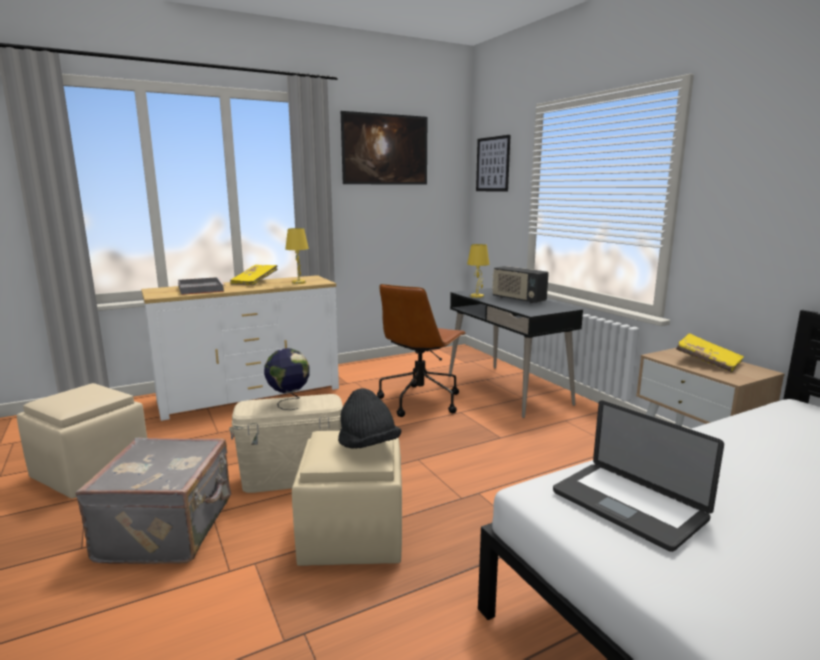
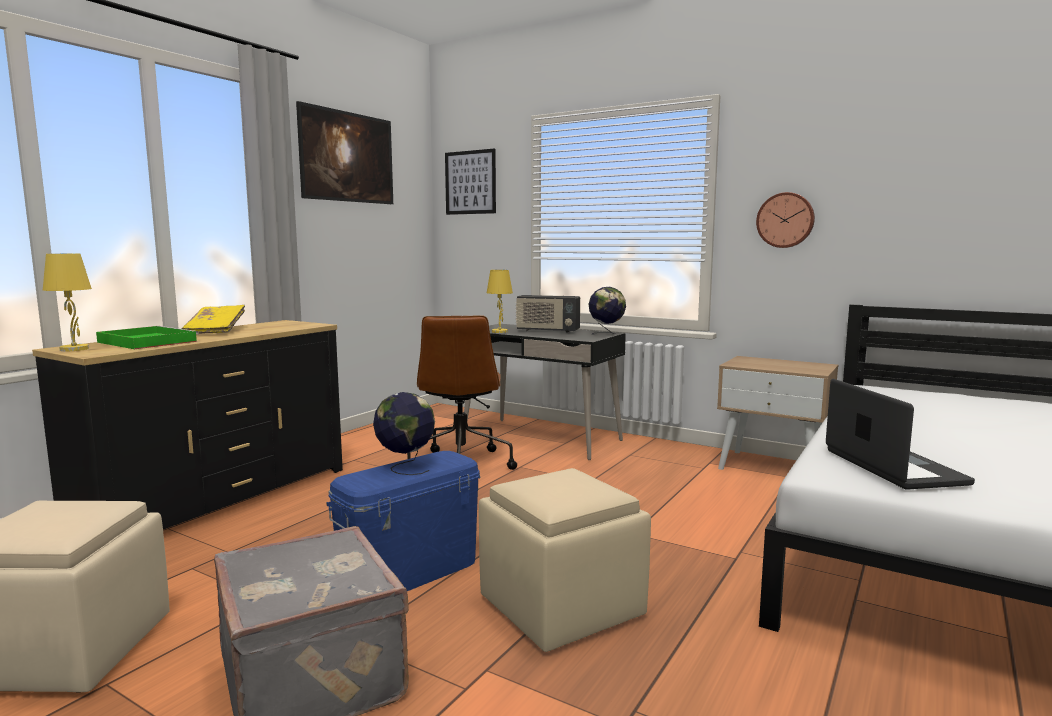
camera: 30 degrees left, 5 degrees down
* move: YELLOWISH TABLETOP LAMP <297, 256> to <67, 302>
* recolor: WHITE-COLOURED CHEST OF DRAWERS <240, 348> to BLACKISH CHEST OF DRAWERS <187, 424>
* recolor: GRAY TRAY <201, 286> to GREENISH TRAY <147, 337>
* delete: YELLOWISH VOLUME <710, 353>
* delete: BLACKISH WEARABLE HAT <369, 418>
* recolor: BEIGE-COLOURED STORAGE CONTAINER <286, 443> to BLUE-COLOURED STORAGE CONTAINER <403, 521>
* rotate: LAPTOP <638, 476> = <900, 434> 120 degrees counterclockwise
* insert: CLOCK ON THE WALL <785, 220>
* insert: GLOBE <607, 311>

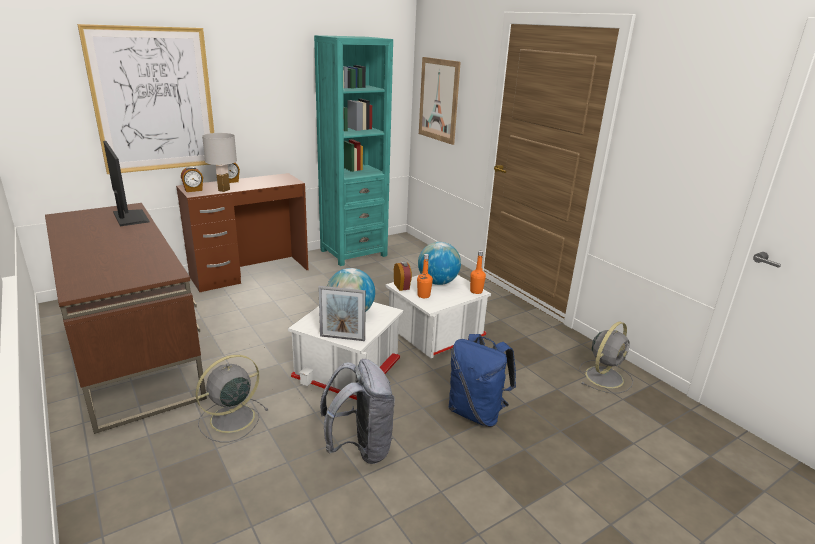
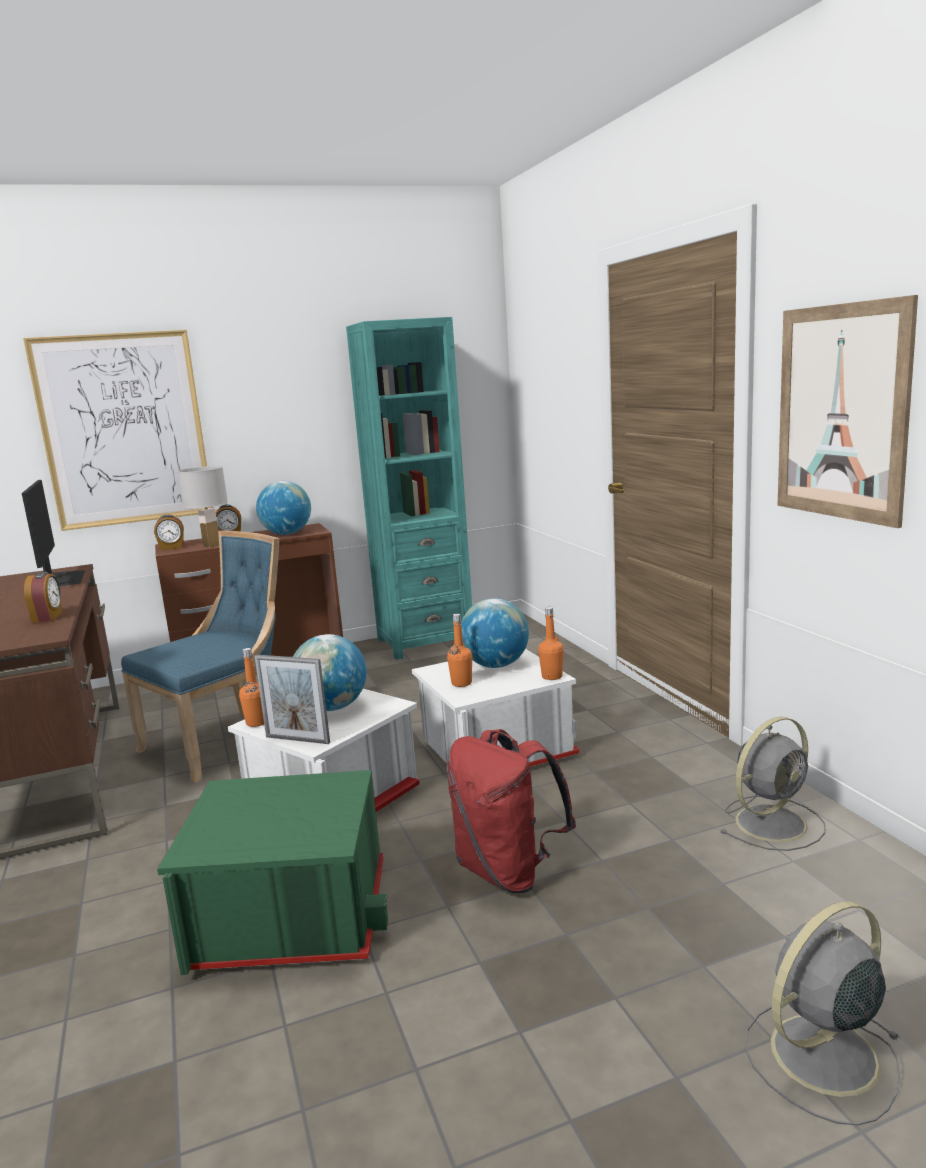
camera: 15 degrees right, 10 degrees down
* move: WALL PICTURE <440, 101> to <848, 411>
* move: TABLE CLOCK <403, 276> to <43, 597>
* recolor: BLUE-COLOURED KNAPSACK <482, 380> to REDDISH KNAPSACK <511, 811>
* move: GRAY FAN <232, 398> to <822, 1013>
* replace: GRAY KNAPSACK <357, 411> to GREENISH STORAGE CONTAINER <272, 872>
* insert: GLOBE <283, 508>
* insert: BLUE-COLOURED CHAIR <200, 657>
* insert: ORANGE BOTTLE <251, 687>

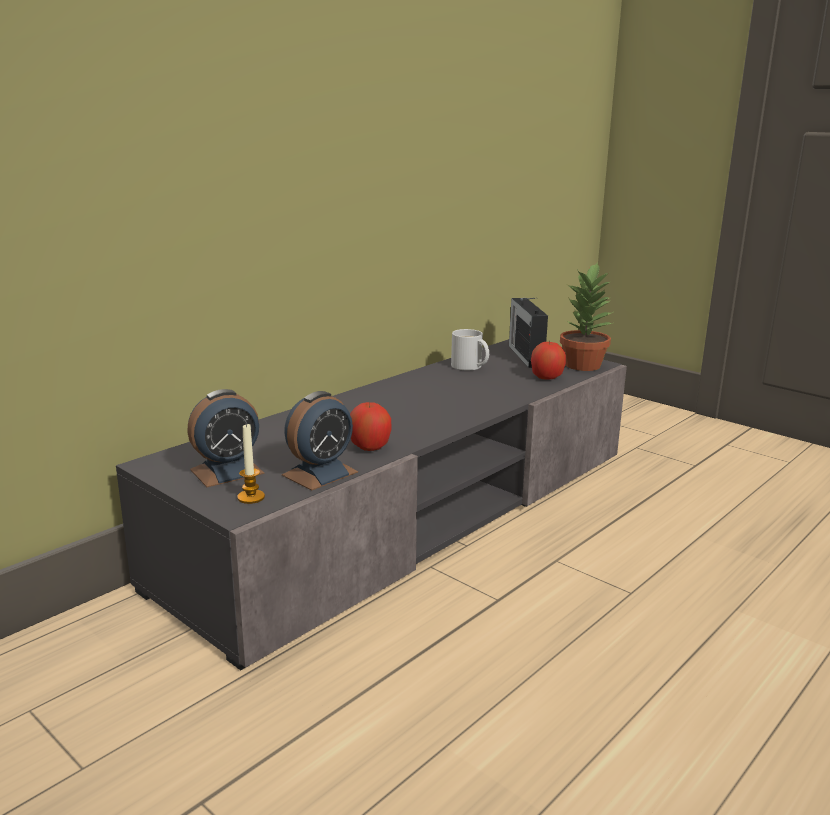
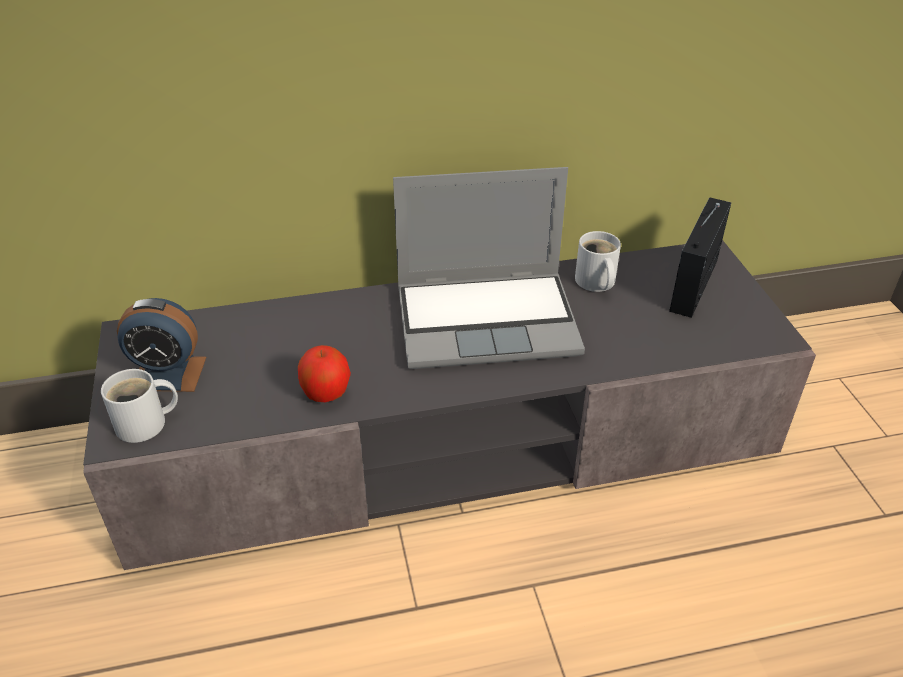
camera: 35 degrees right, 20 degrees up
* delete: PLANT IN A POT <586, 316>
* delete: APPLE FRUIT <548, 360>
* delete: TABLE CLOCK <320, 441>
* replace: CANDLE <251, 463> to WHITE-COLOURED MUG <139, 406>
* insert: LAPTOP <489, 268>

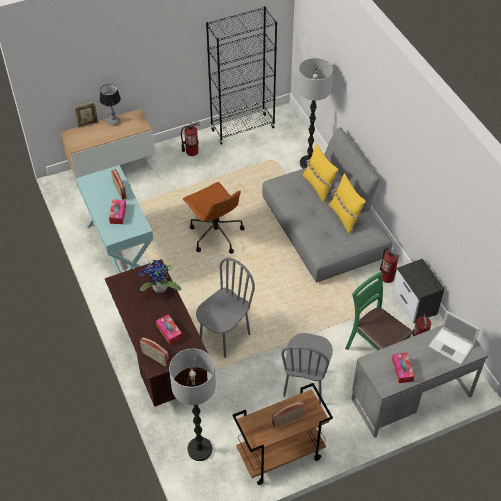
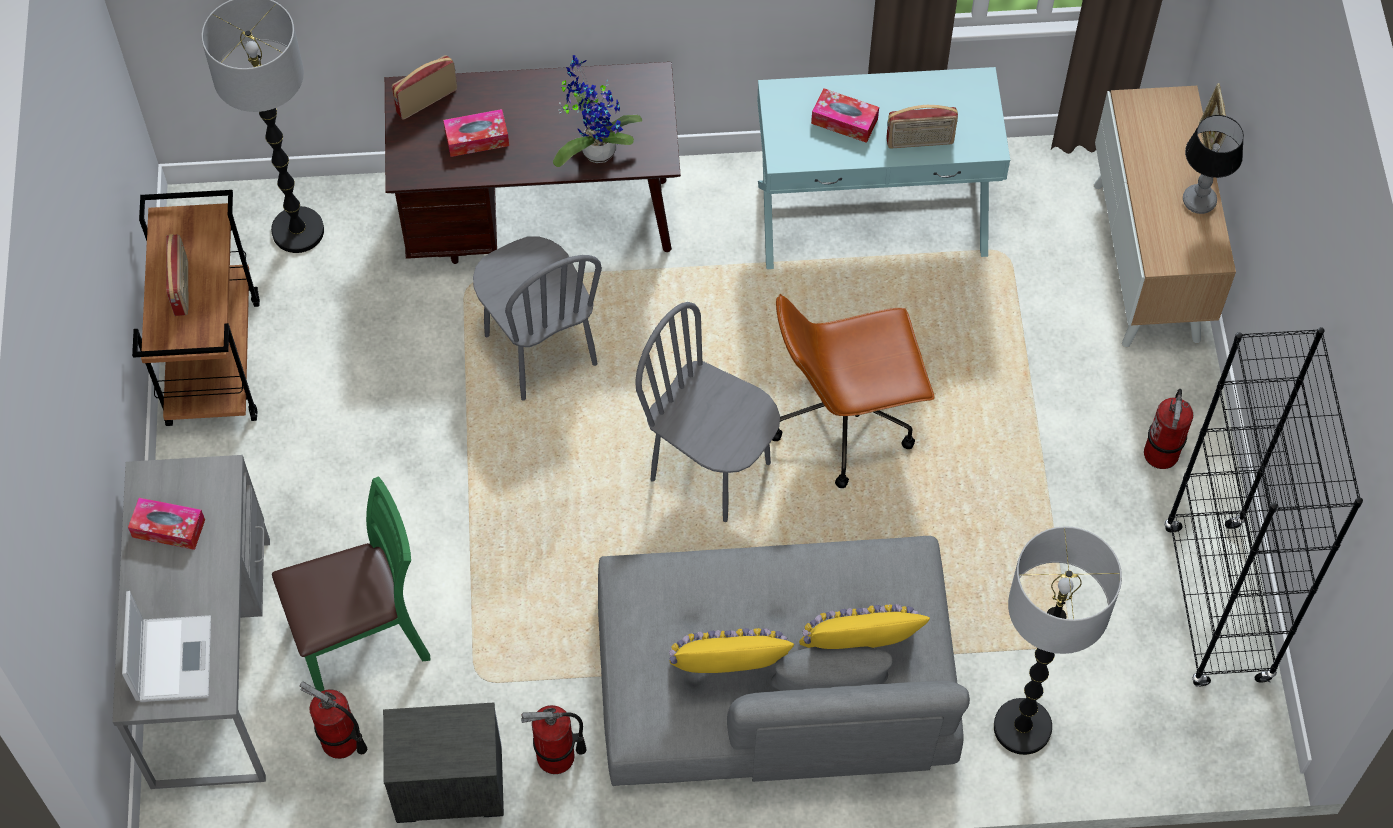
camera: 110 degrees right, 10 degrees up
* rotate: LAPTOP <454, 338> = <166, 646> 120 degrees clockwise
* move: GRAY CHAIR <307, 369> to <707, 412>

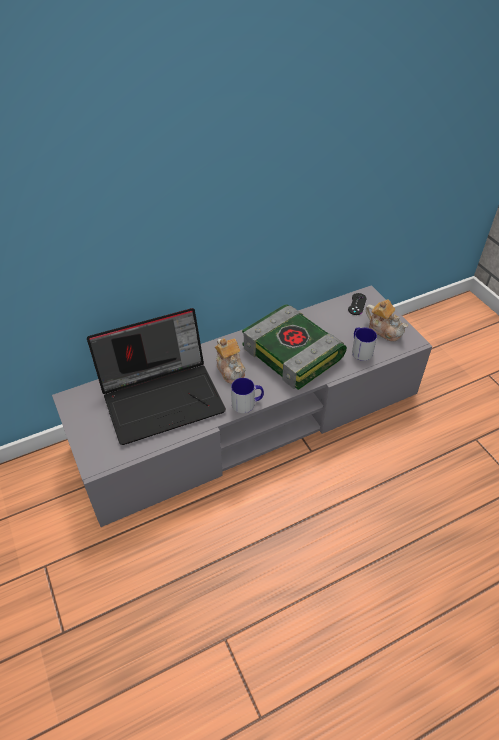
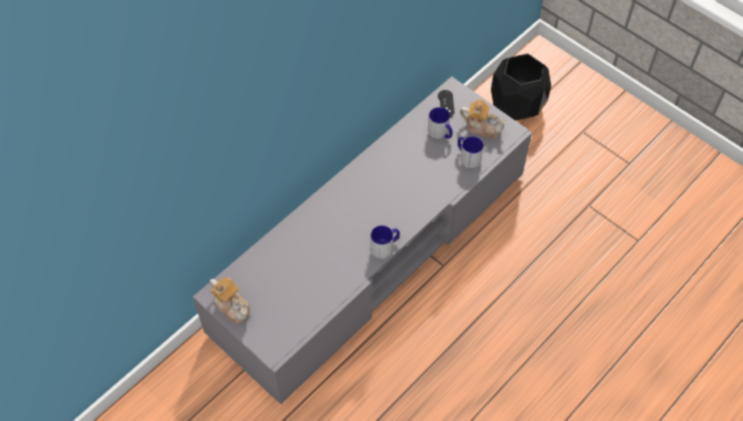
camera: 20 degrees left, 10 degrees up
* delete: VOLUME <294, 347>
* delete: LAPTOP <156, 376>
* move: TEA POT <230, 361> to <229, 300>
* insert: BLACKISH PLANTER <521, 87>
* insert: MUG <440, 123>

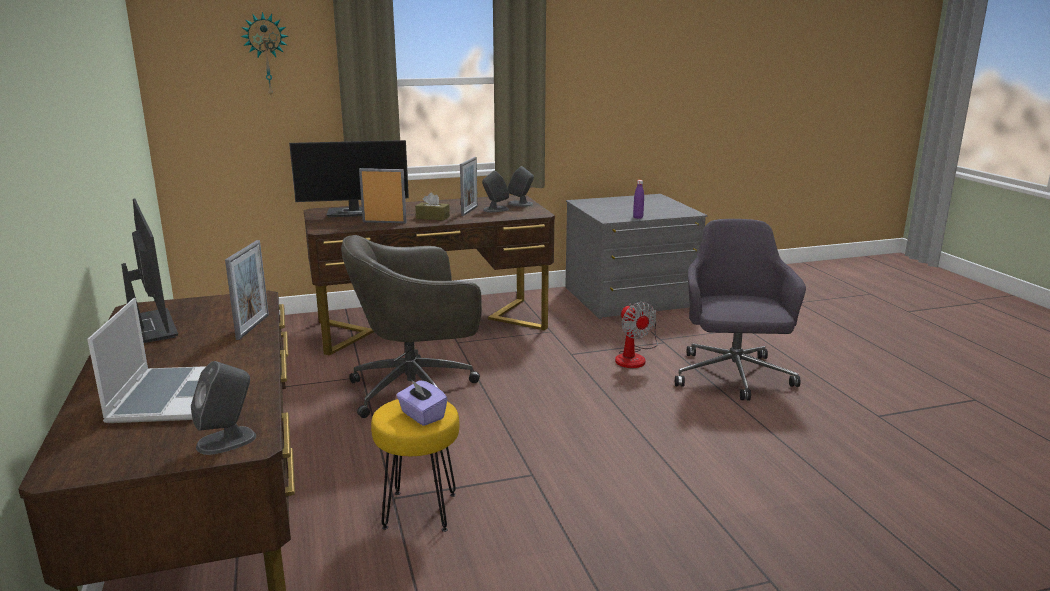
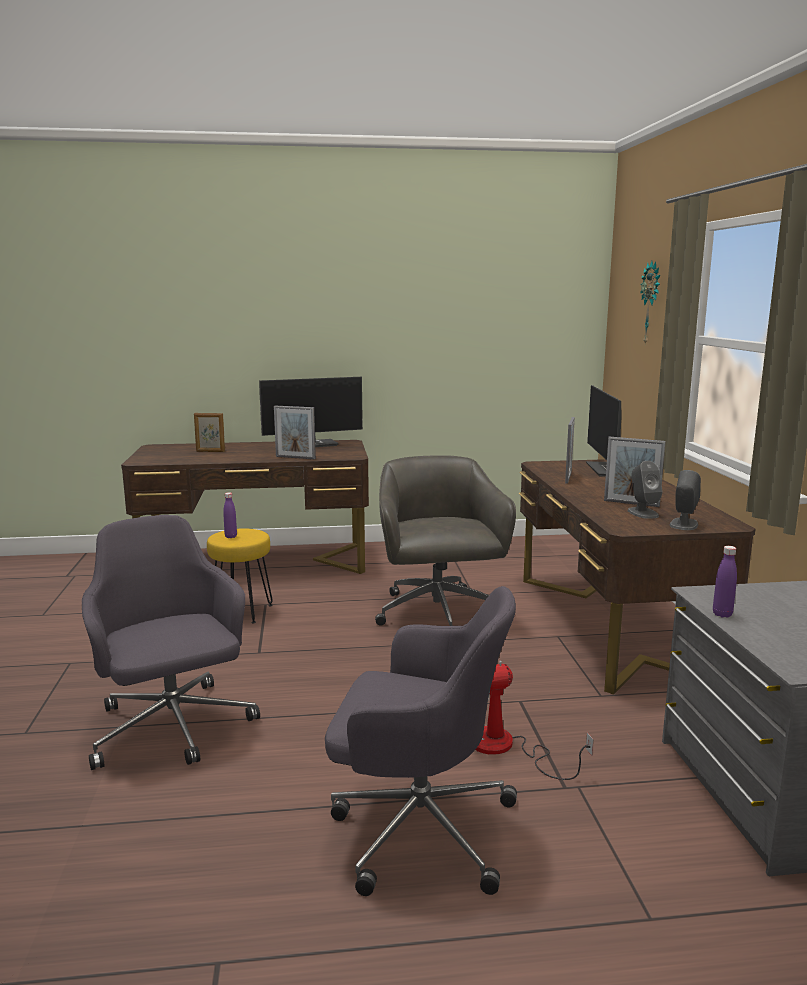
camera: 100 degrees right, 5 degrees down
* delete: BROWNISH TISSUE HOLDER <432, 206>
* replace: LAPTOP <146, 360> to PHOTO FRAME <209, 432>
* delete: GRAY LOUDSPEAKER <223, 408>
* replace: PURPLE-COLOURED TISSUE HOLDER <421, 402> to PURPLE-COLOURED BOTTLE <230, 515>
* insert: GRAY OFFICE CHAIR <171, 642>

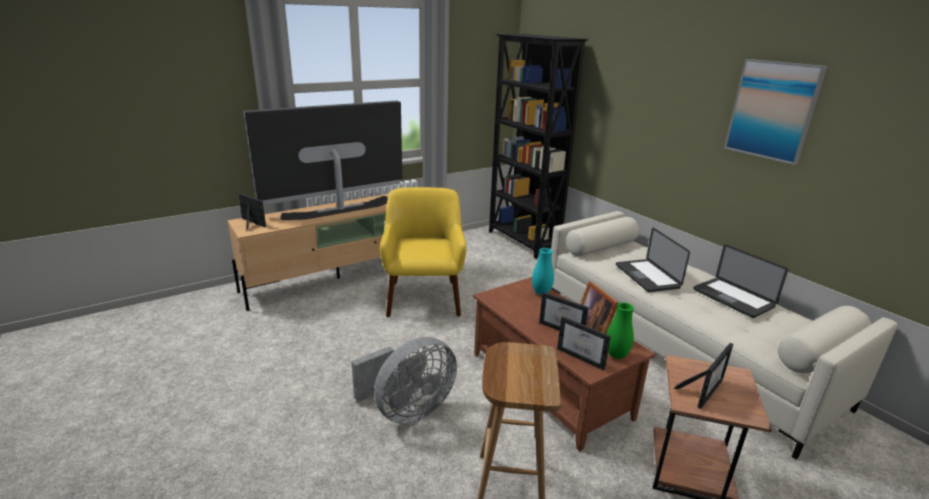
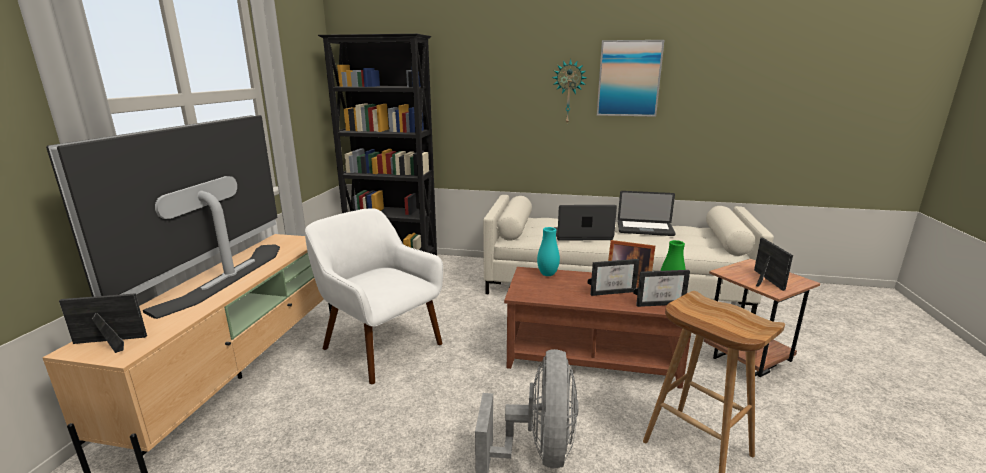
camera: 45 degrees left, 5 degrees down
* recolor: YELLOWISH LOUNGE CHAIR <423, 252> to WHITE-COLOURED LOUNGE CHAIR <374, 296>
* rotate: LAPTOP <653, 260> = <585, 222> 150 degrees clockwise
* insert: CLOCK ON THE WALL <569, 91>

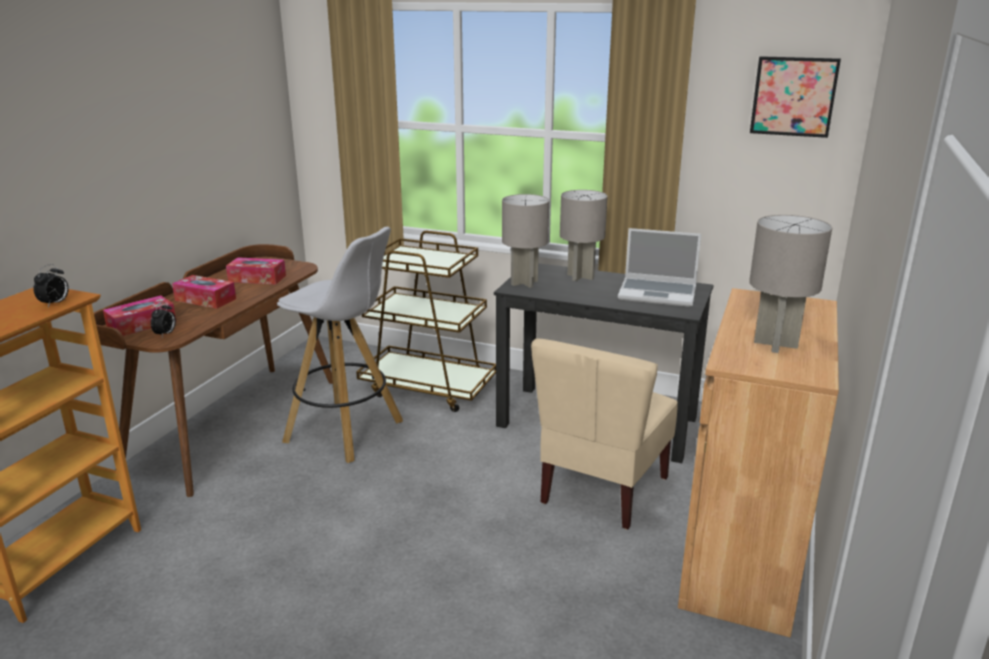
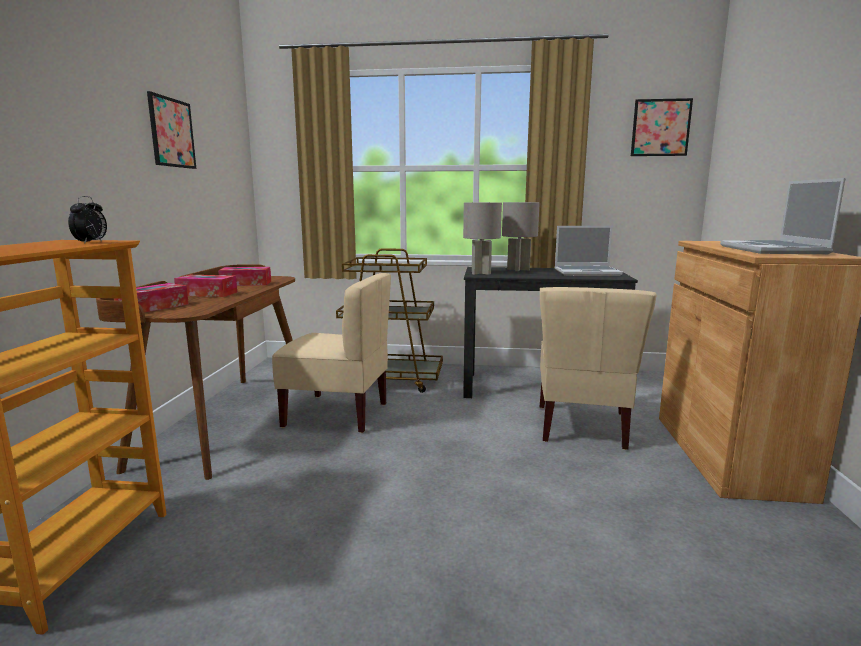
camera: 15 degrees left, 10 degrees down
* replace: GRAY TABLETOP LAMP <790, 284> to LAPTOP <783, 216>
* replace: WHITE-COLOURED STOOL SEAT <340, 345> to BEIGE-COLOURED CHAIR <331, 353>
* delete: TABLE CLOCK <163, 319>
* insert: WALL PICTURE <171, 130>

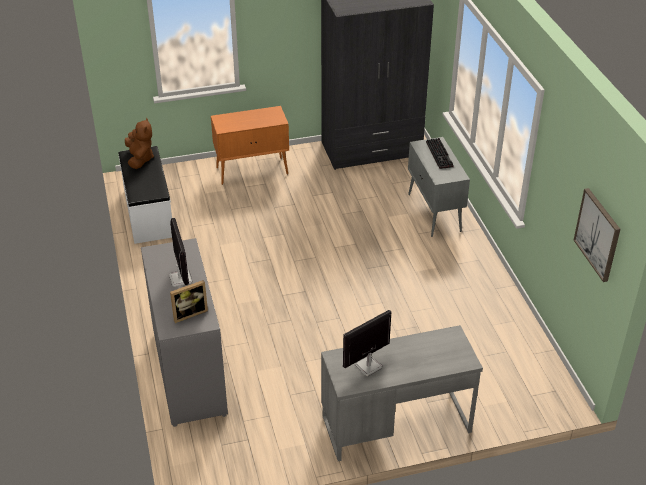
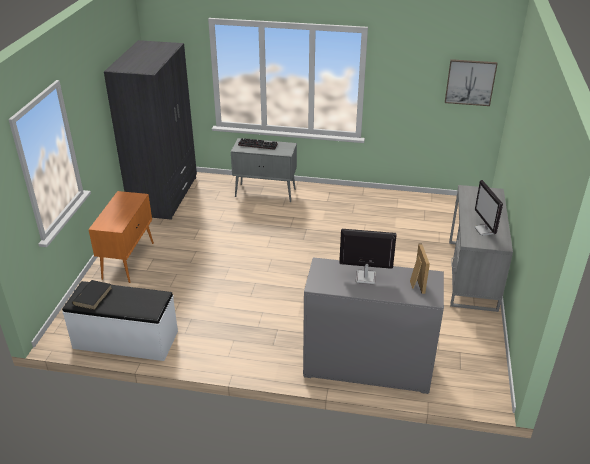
camera: 65 degrees left, 5 degrees down
* replace: BROWNISH CUDDLY TOY <139, 143> to BLACKISH VOLUME <92, 295>

